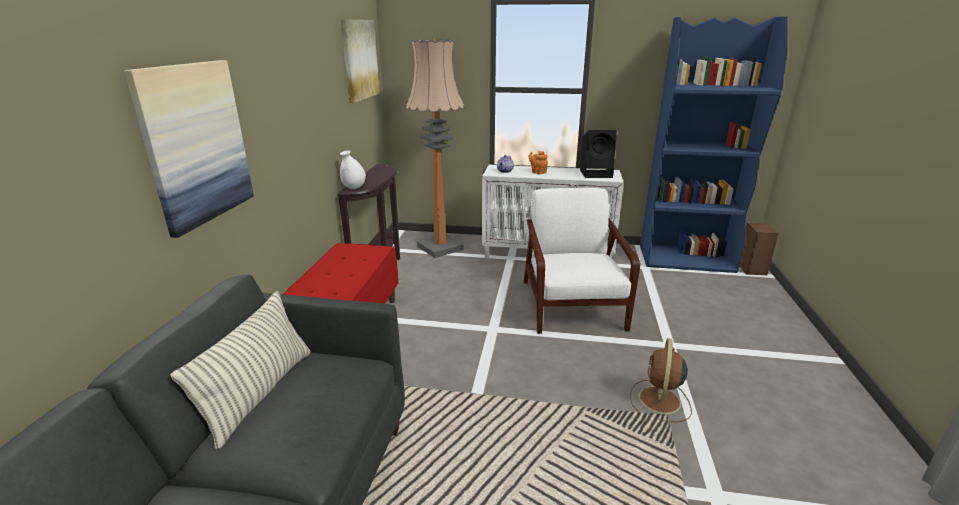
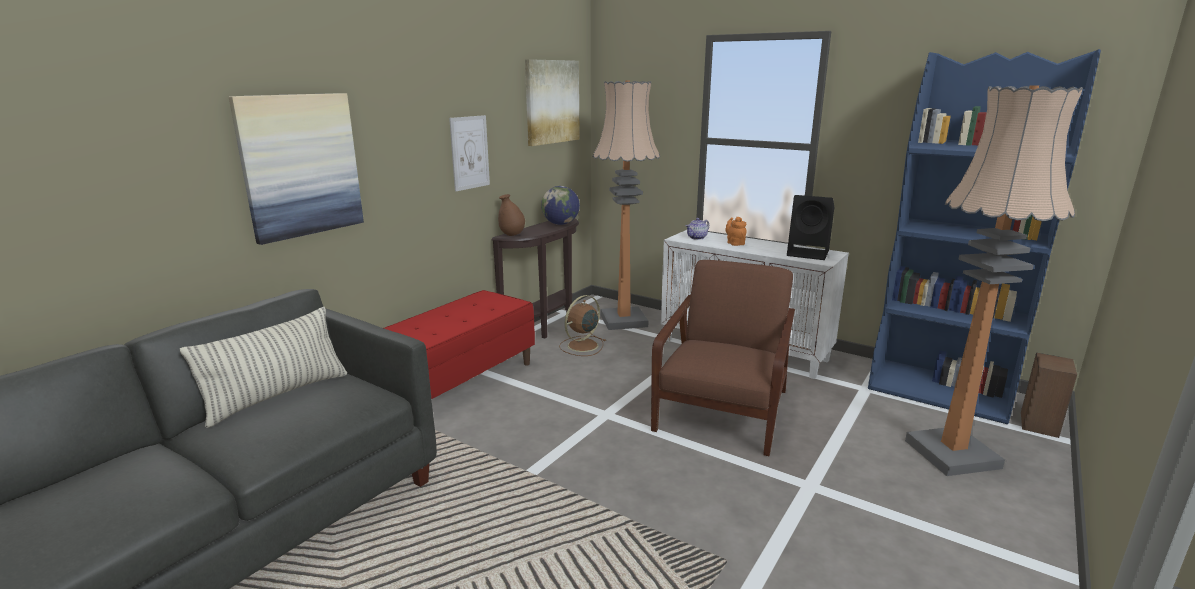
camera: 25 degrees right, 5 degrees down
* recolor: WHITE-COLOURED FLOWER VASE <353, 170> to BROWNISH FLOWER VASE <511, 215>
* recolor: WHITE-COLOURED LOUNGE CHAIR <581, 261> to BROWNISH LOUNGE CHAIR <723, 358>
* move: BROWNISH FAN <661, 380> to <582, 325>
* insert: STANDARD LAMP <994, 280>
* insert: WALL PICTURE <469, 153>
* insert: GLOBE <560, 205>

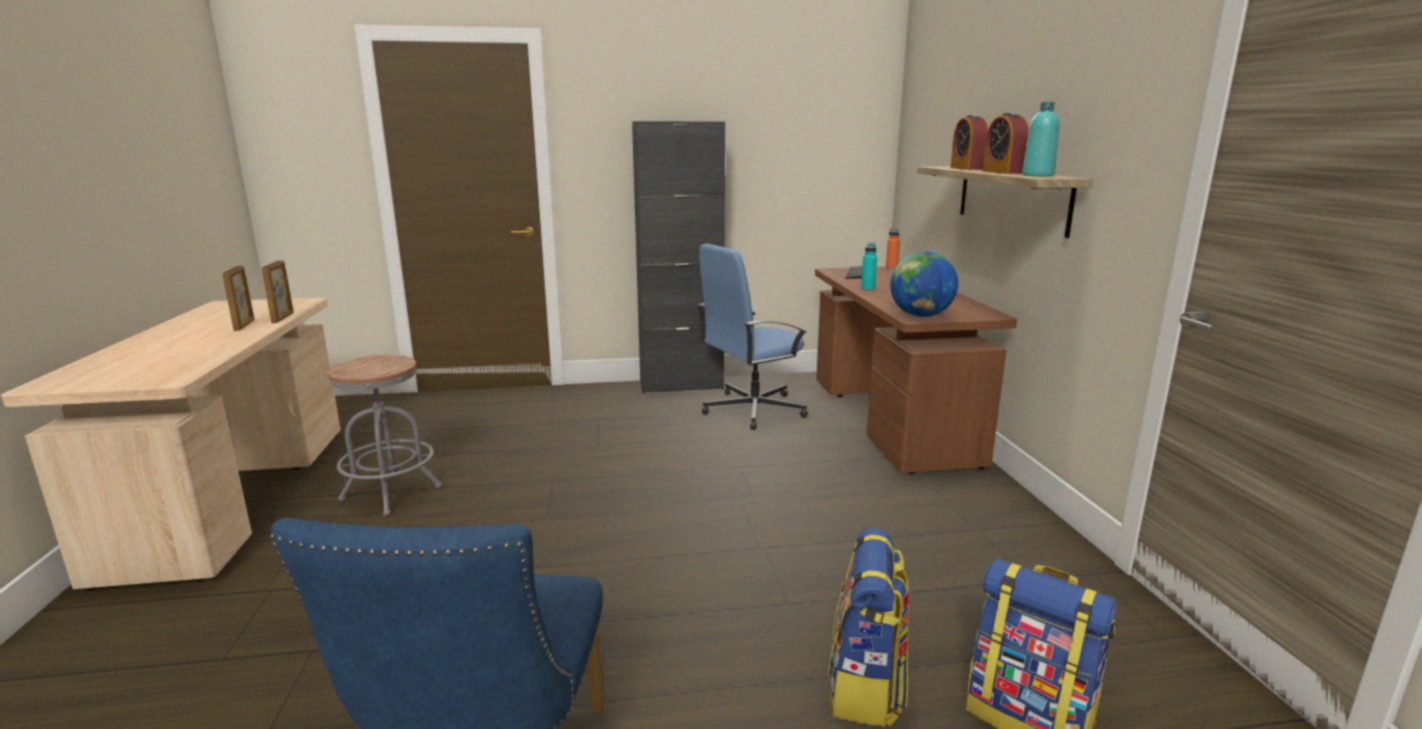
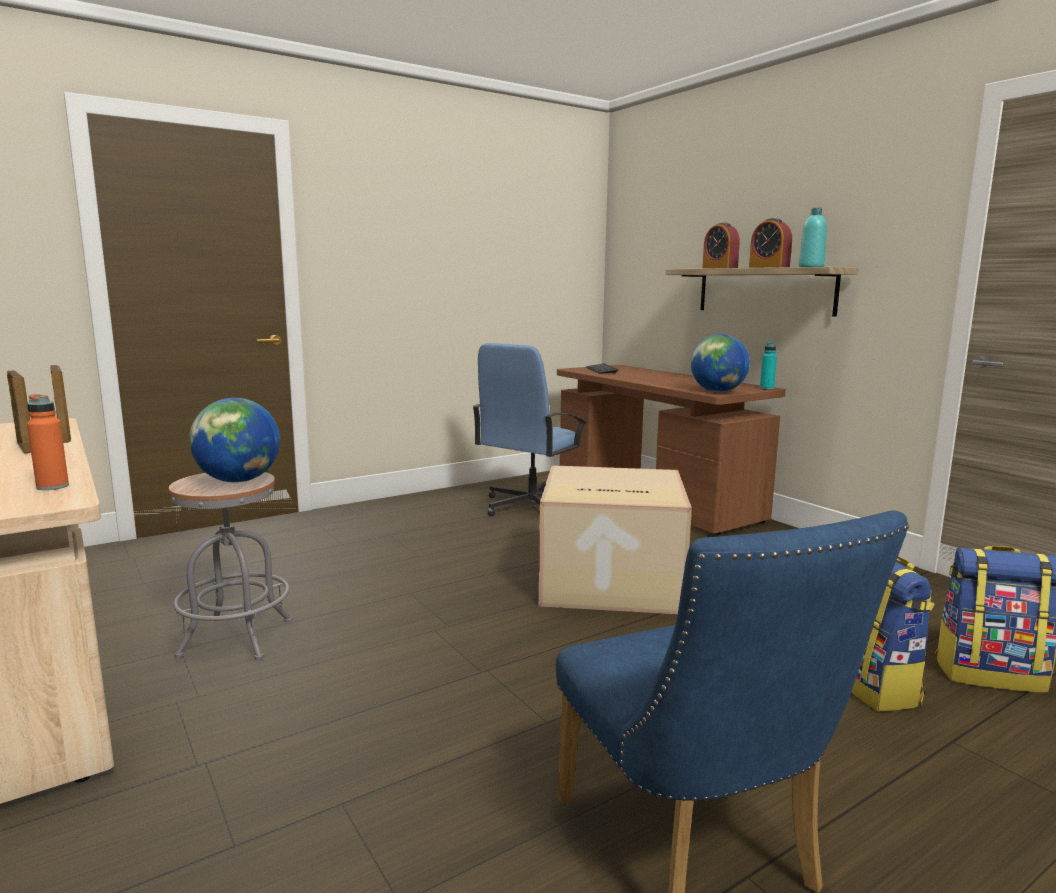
camera: 25 degrees left, 5 degrees down
* delete: BLACKISH STORAGE CABINET <678, 257>
* move: ORANGE BOTTLE <893, 249> to <48, 442>
* move: TURQUOISE-COLOURED BOTTLE <869, 267> to <768, 366>
* insert: GLOBE <234, 440>
* insert: PACKING BOX <615, 539>

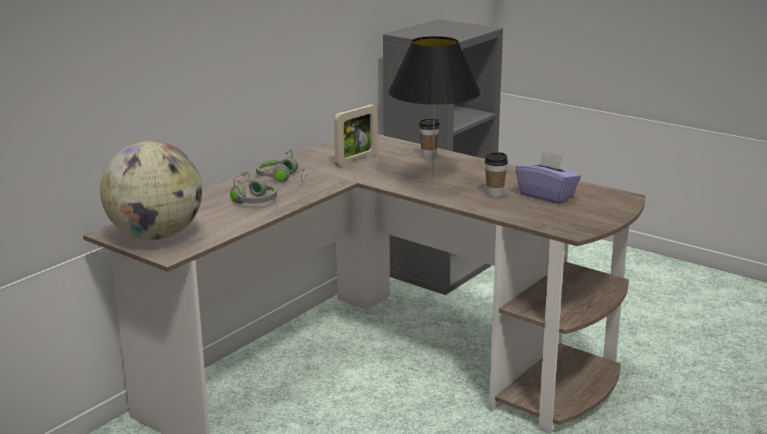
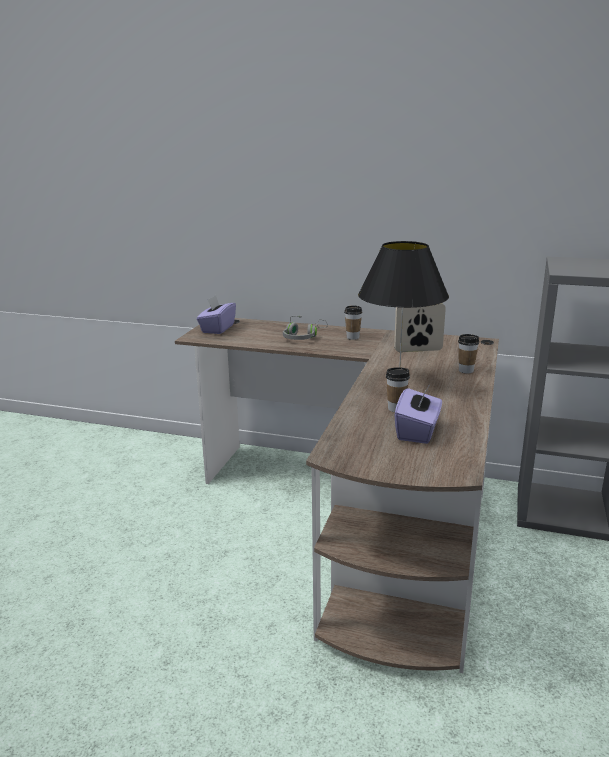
camera: 70 degrees right, 0 degrees up
* rotate: PHOTO FRAME <356, 135> = <420, 327> 150 degrees clockwise
* replace: GLOBE <151, 190> to PURPLE-COLOURED TISSUE HOLDER <216, 314>
* replace: GRAY PAIR OF HEADPHONES <281, 166> to SMALL CUP <353, 323>

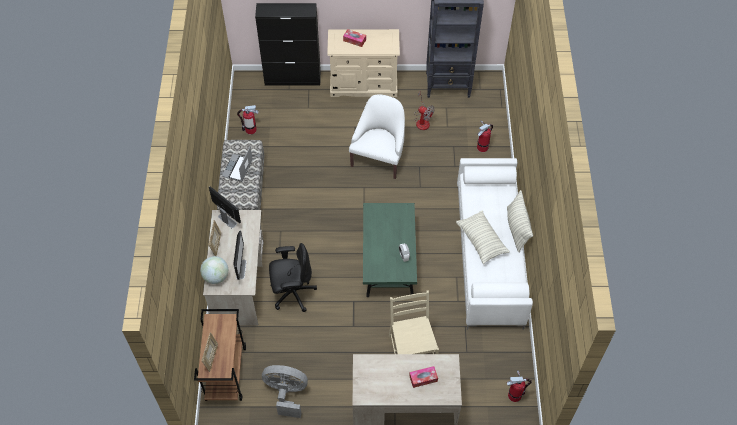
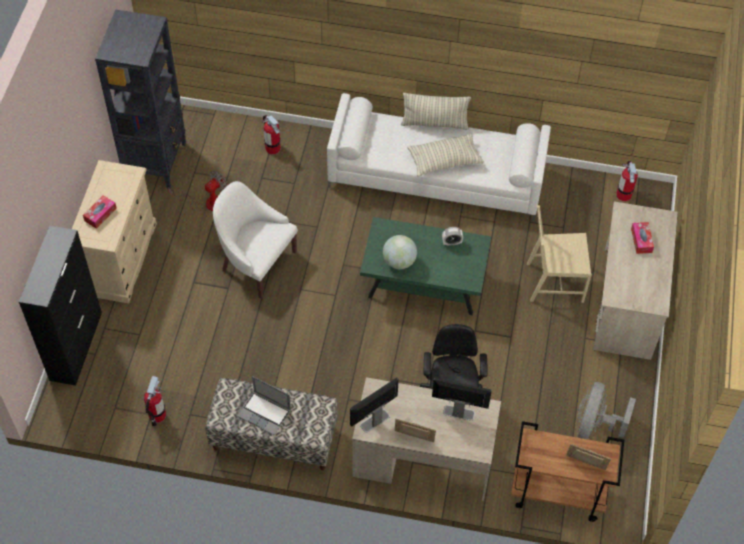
camera: 80 degrees left, 0 degrees up
* move: GLOBE <214, 270> to <400, 252>

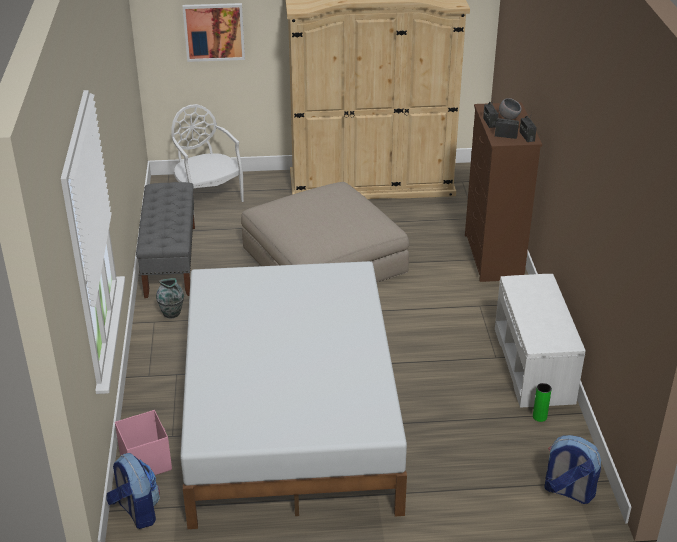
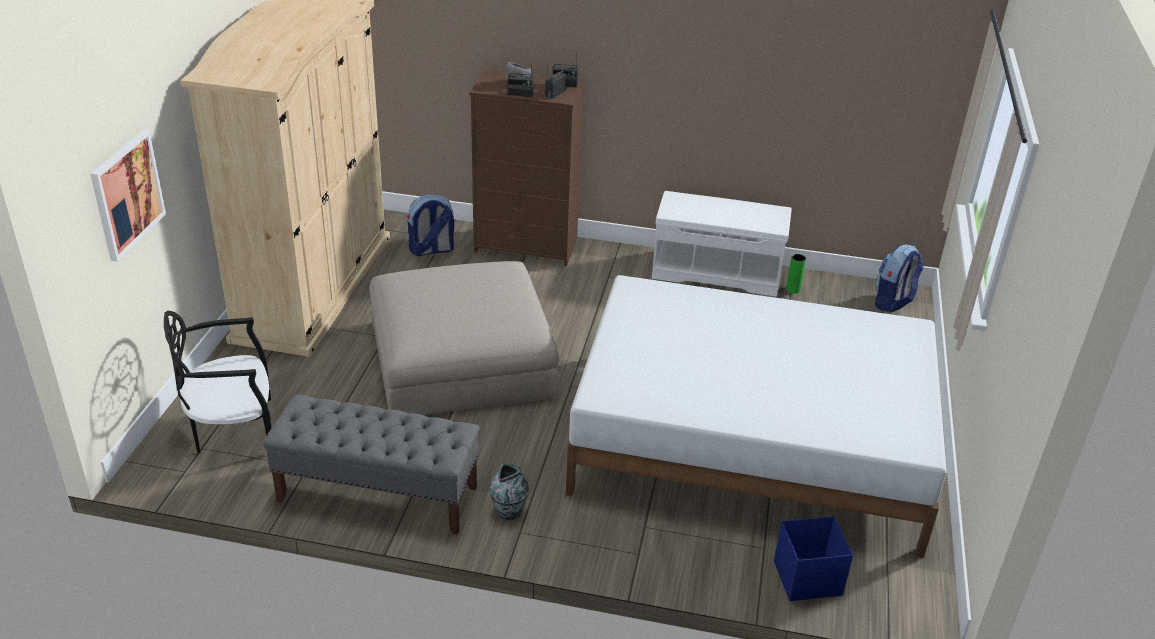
camera: 75 degrees left, 0 degrees up
* recolor: WHITE-COLOURED CHAIR <207, 153> to BLACKISH CHAIR <218, 382>
* recolor: PINKISH STORAGE CONTAINER <143, 442> to BLUE-COLOURED STORAGE CONTAINER <813, 558>
* move: KNAPSACK <133, 491> to <430, 225>

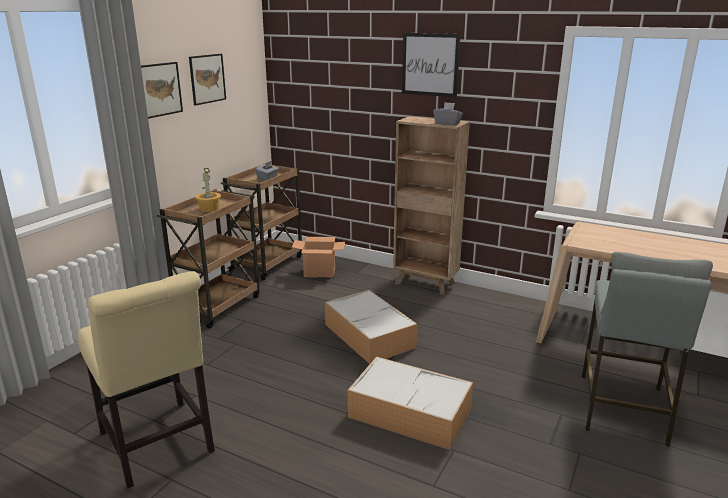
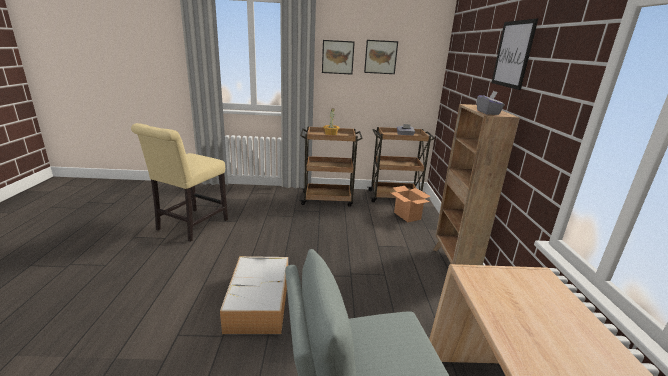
camera: 60 degrees right, 0 degrees up
* delete: STORAGE CONTAINER <371, 327>

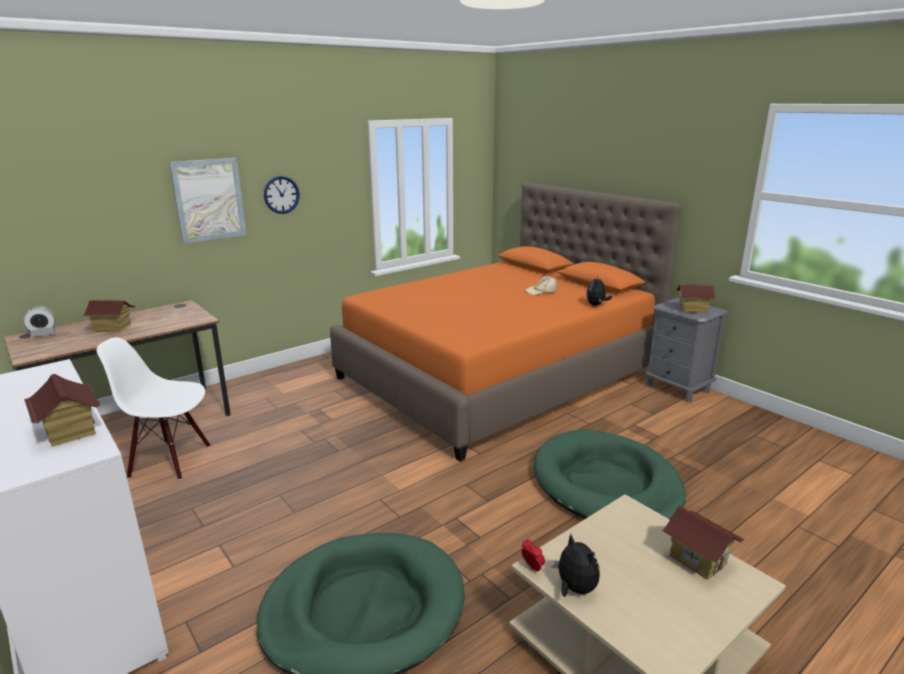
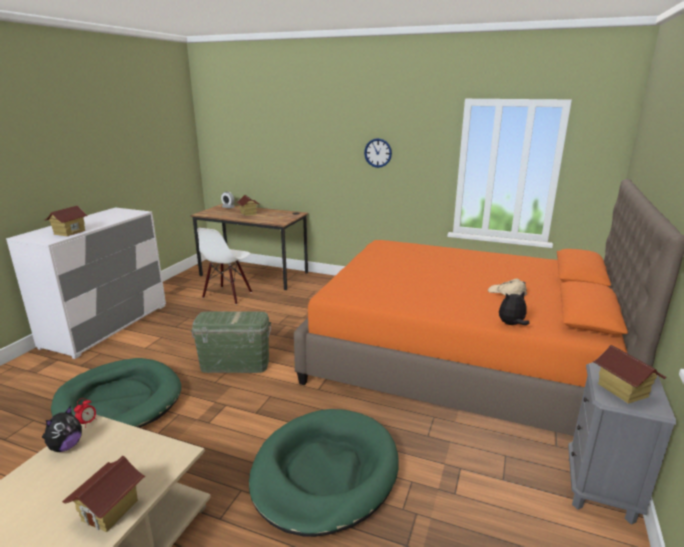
camera: 60 degrees right, 0 degrees up
* delete: WALL PICTURE <208, 200>
* rotate: WHITE-COLOURED CHAIR <153, 408> = <224, 266> 135 degrees counterclockwise
* insert: GREENISH STORAGE CONTAINER <231, 342>

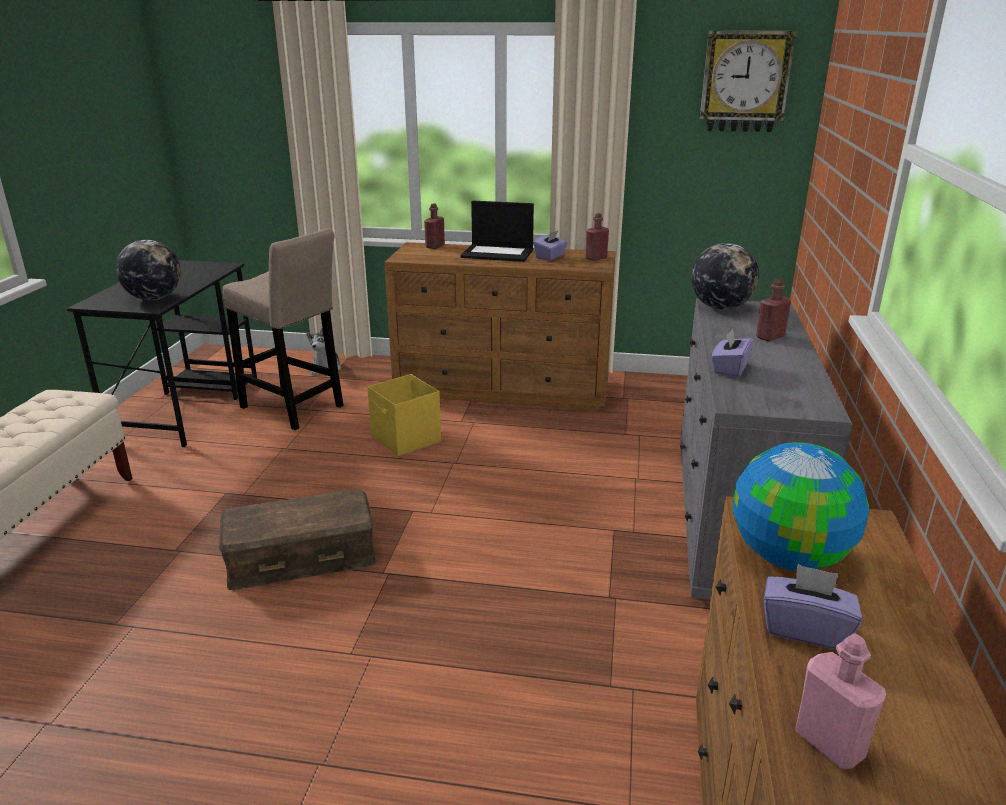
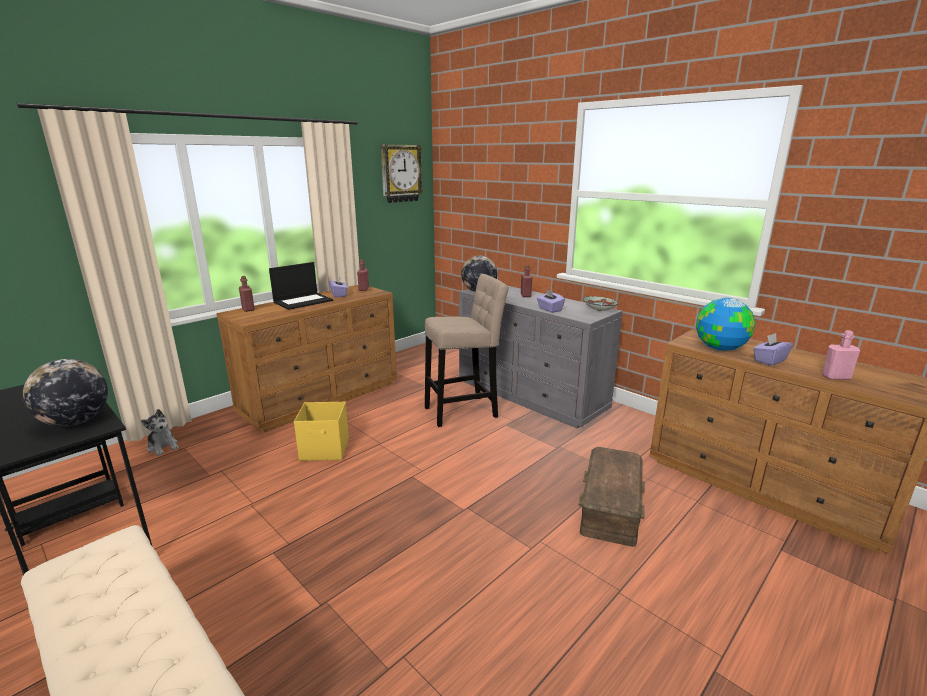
camera: 55 degrees left, 5 degrees down
* move: BEIGE-COLOURED STOOL SEAT <283, 329> to <467, 350>
* move: BROWNISH STORAGE CONTAINER <297, 539> to <611, 497>
* insert: BOWL <600, 303>

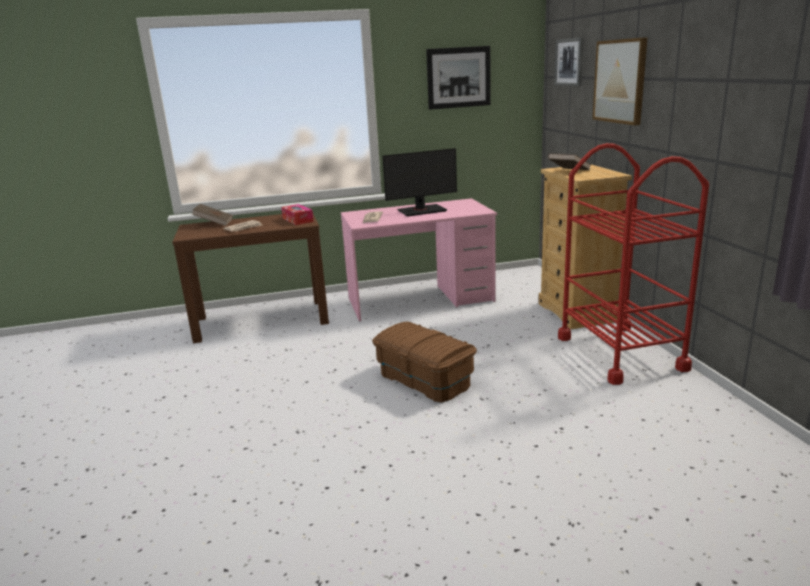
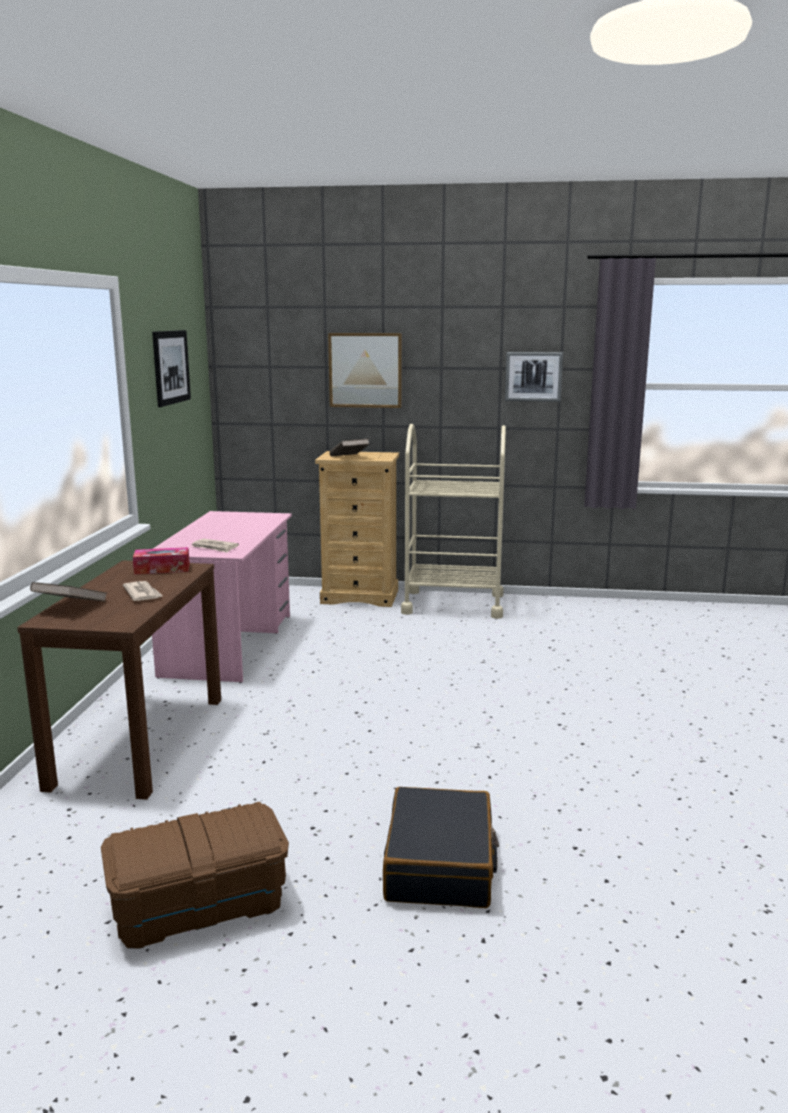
camera: 70 degrees left, 5 degrees down
* move: WALL PICTURE <569, 61> to <534, 377>
* recolor: REDDISH CART <633, 264> to BEIGE-COLOURED CART <453, 521>
* delete: COMPUTER SCREEN <420, 182>
* move: BROWNISH STORAGE CONTAINER <424, 362> to <195, 875>
* insert: BLACKISH PIECE OF LUGGAGE <441, 847>

